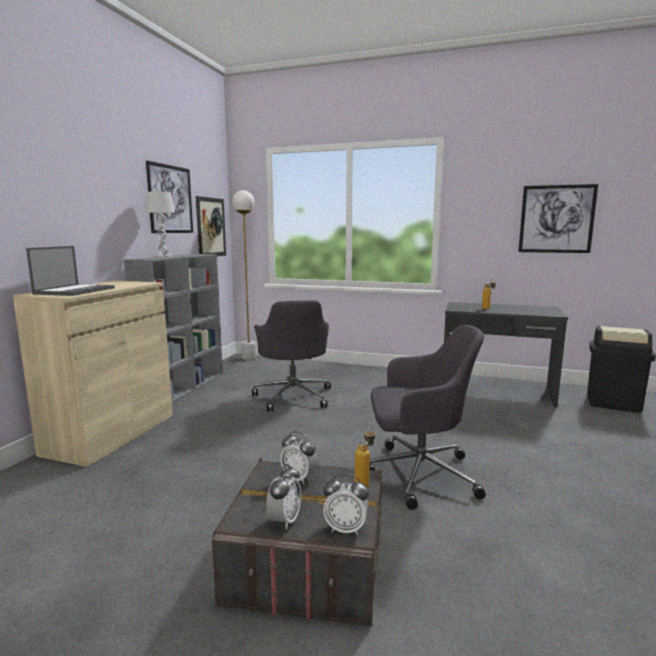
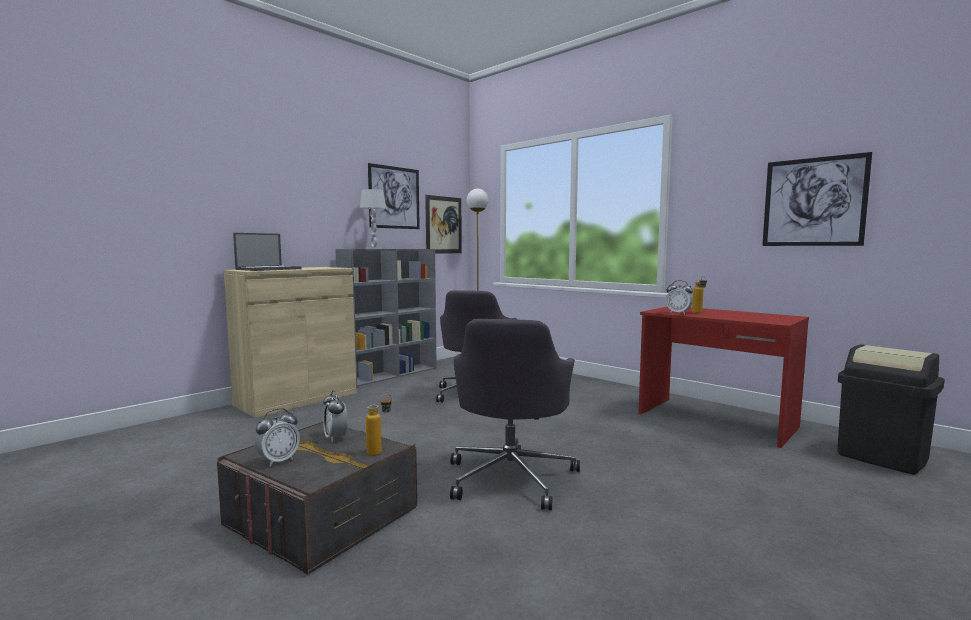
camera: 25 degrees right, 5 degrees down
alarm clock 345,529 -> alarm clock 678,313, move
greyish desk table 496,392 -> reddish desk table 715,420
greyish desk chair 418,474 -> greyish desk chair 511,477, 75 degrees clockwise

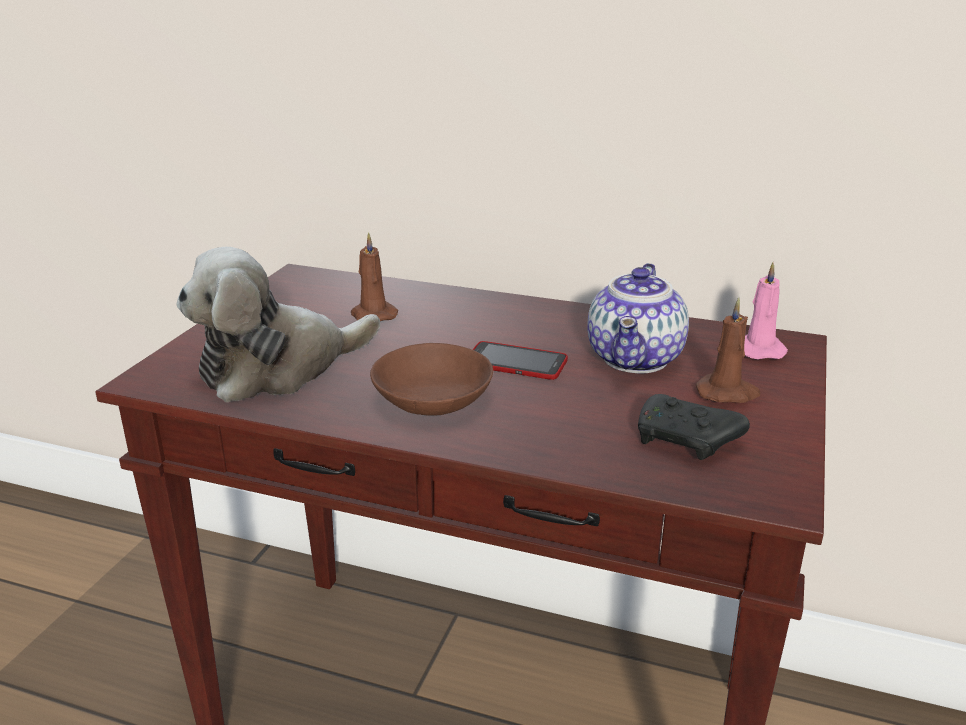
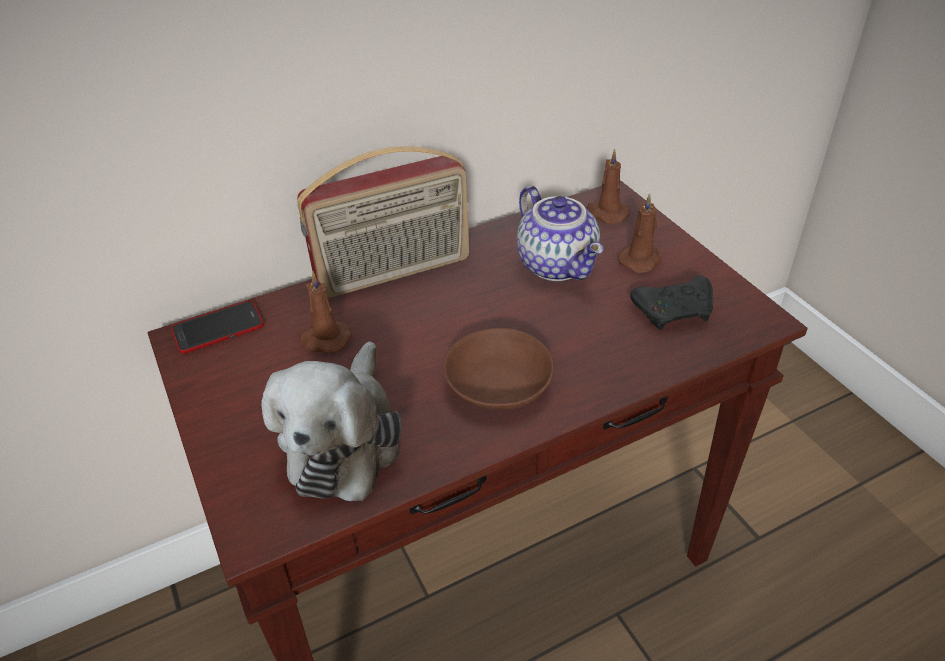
camera: 45 degrees left, 15 degrees up
none -> radio set 394,272
handset 516,362 -> handset 218,328, move
pink wax light 758,349 -> brown wax light 606,213

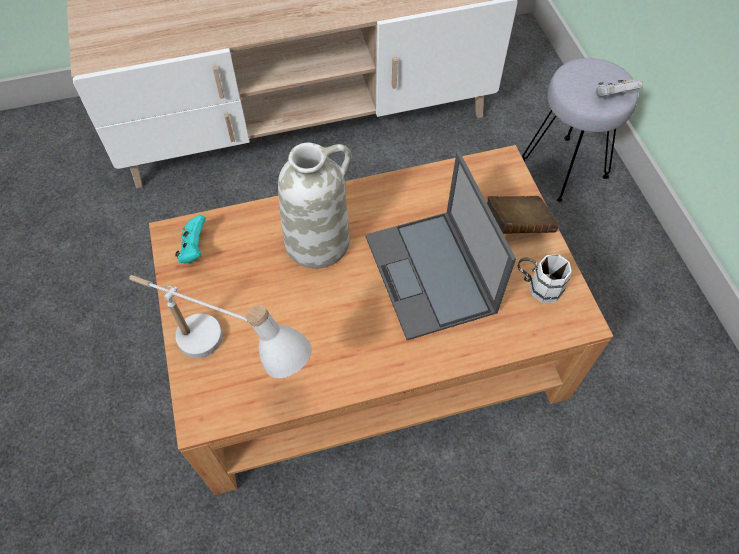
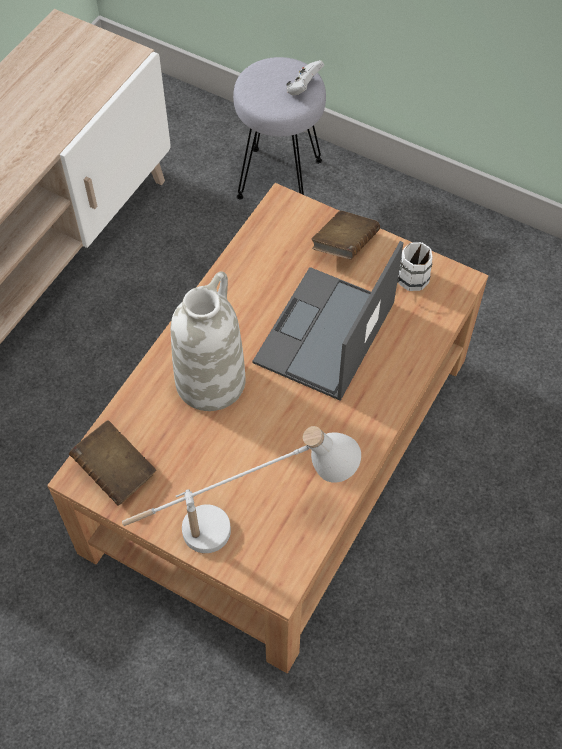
camera: 45 degrees left, 0 degrees up
turquoise-coloured joypad 194,249 -> brown book 115,471
notebook computer 431,275 -> notebook computer 324,335, 90 degrees clockwise

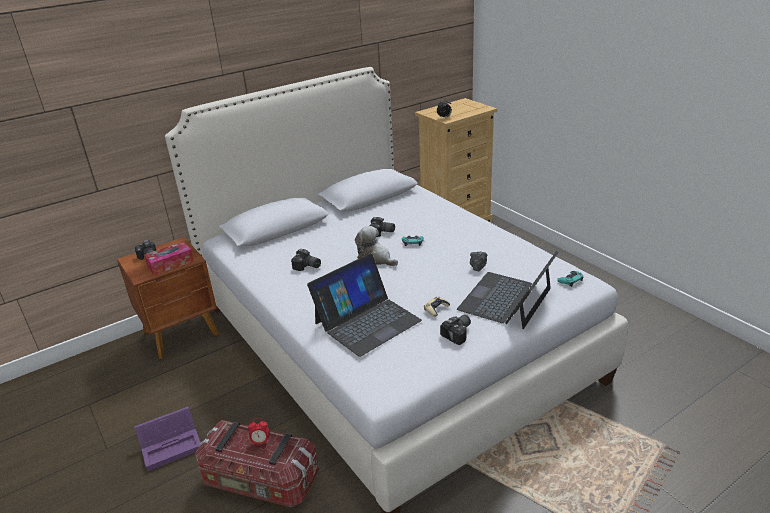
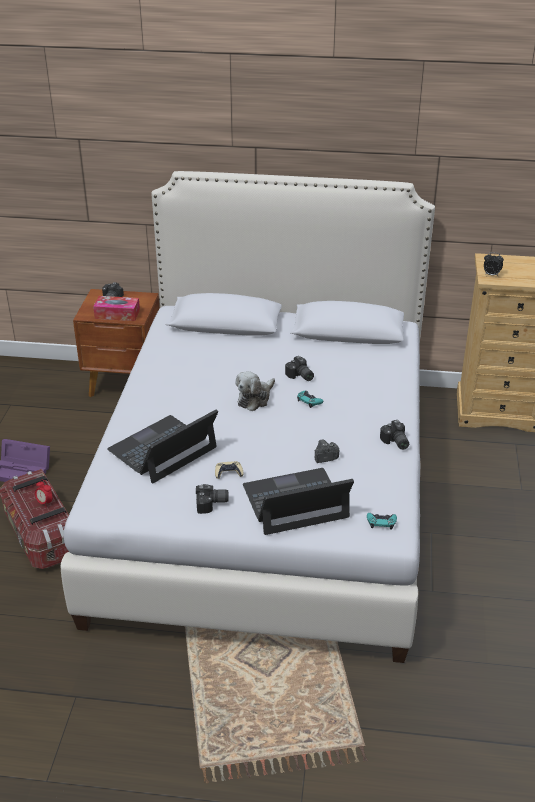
camera: 40 degrees right, 5 degrees up
still camera 307,267 -> still camera 395,442, move
notebook computer 367,321 -> notebook computer 163,449, 135 degrees clockwise
cuddly toy 376,258 -> cuddly toy 255,398, 135 degrees counterclockwise

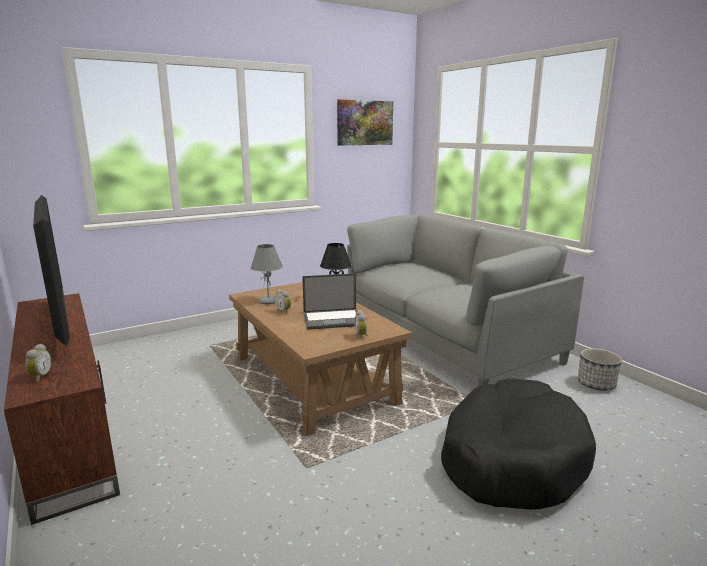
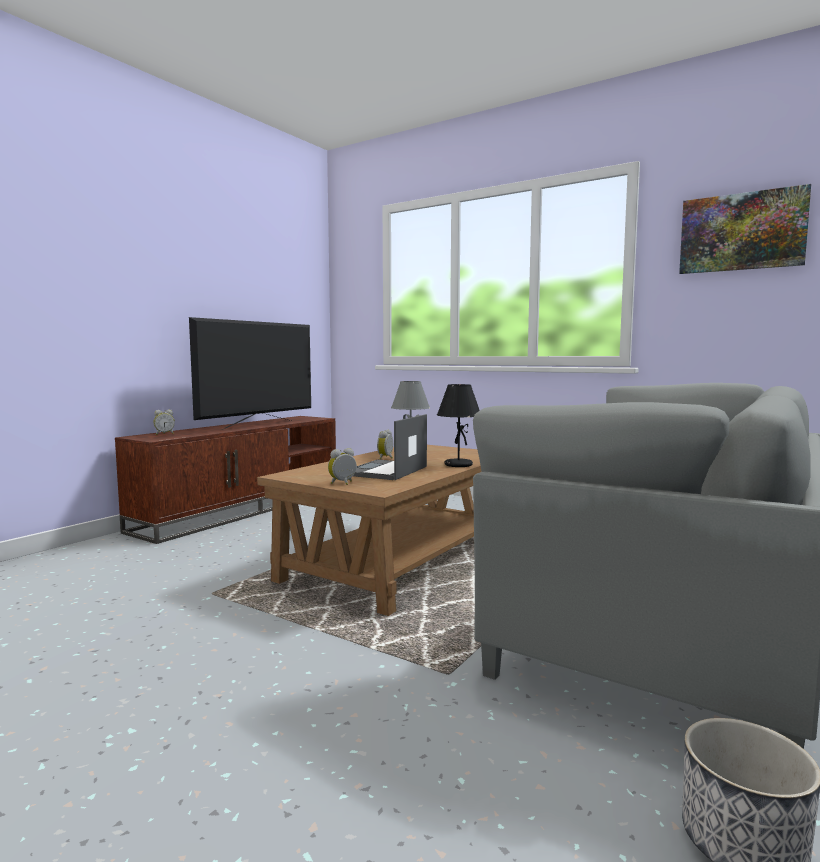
camera: 65 degrees right, 10 degrees down
blackish pet bed 511,458 -> none
notebook computer 333,319 -> notebook computer 385,471, 60 degrees clockwise

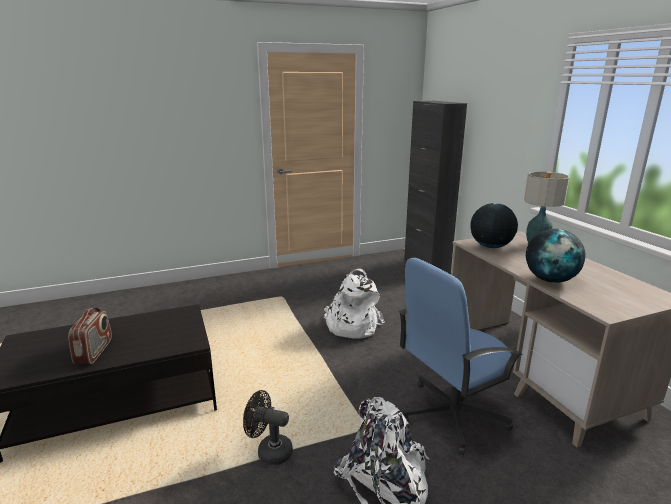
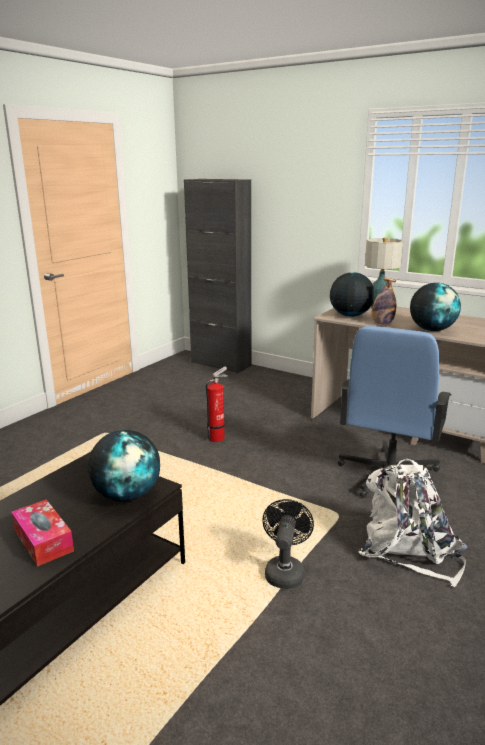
camera: 35 degrees left, 0 degrees up
none -> desk globe 127,495
none -> drink bottle 382,324
radio set 94,352 -> tissue holder 43,540
whitish knapsack 351,326 -> extinguisher 218,437
blackish cooling fan 269,451 -> blackish cooling fan 285,571, 120 degrees clockwise

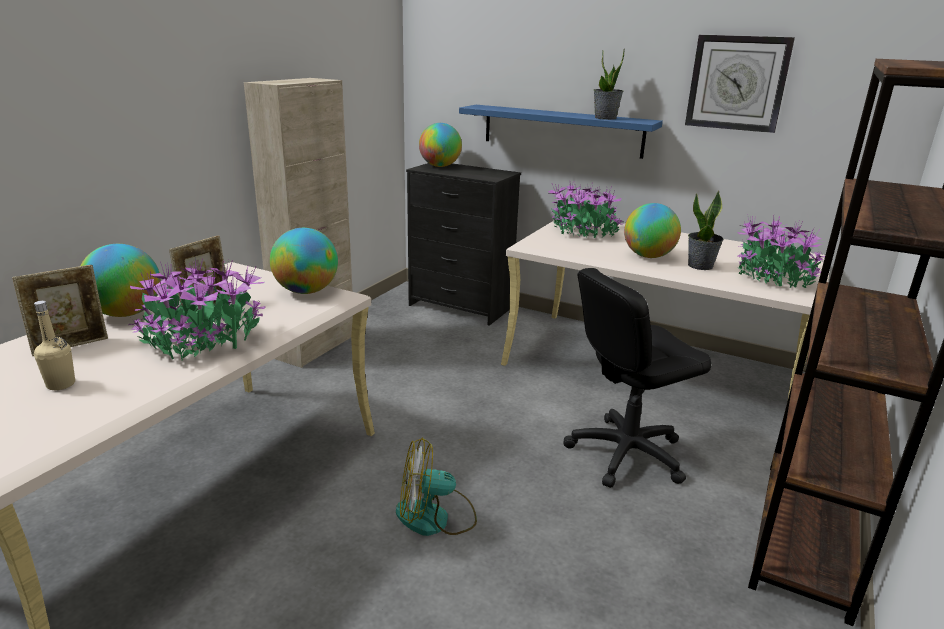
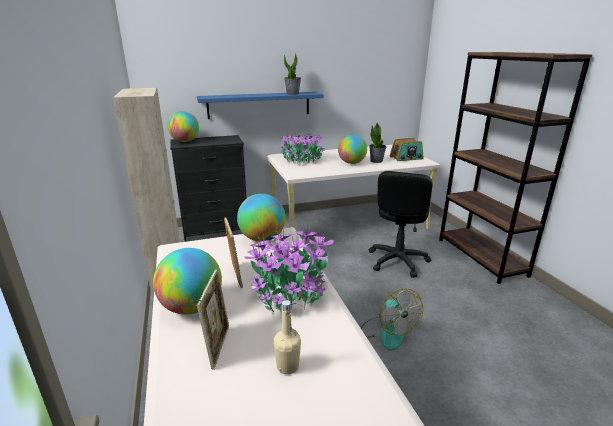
camera: 45 degrees left, 0 degrees up
clock on the wall 737,83 -> none
houseplant 772,278 -> radio set 406,158
cooling fan 435,517 -> cooling fan 387,332, 60 degrees counterclockwise

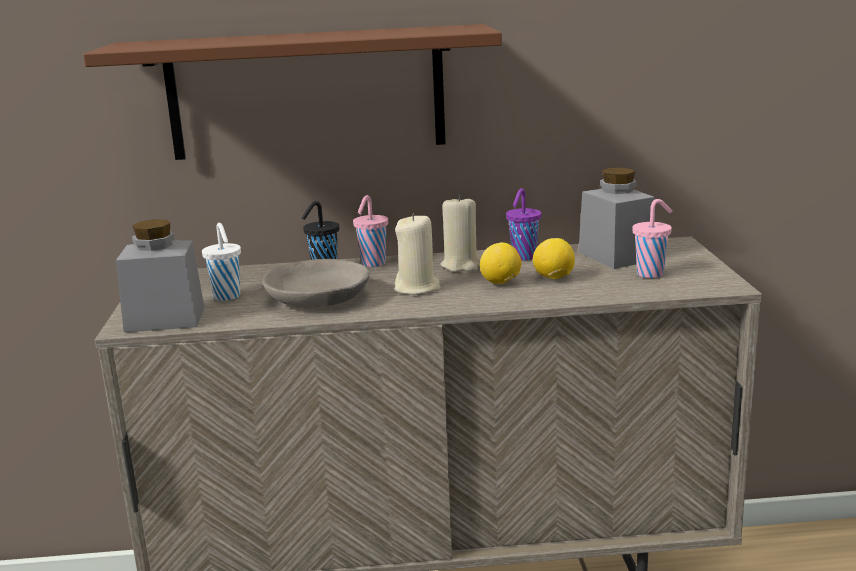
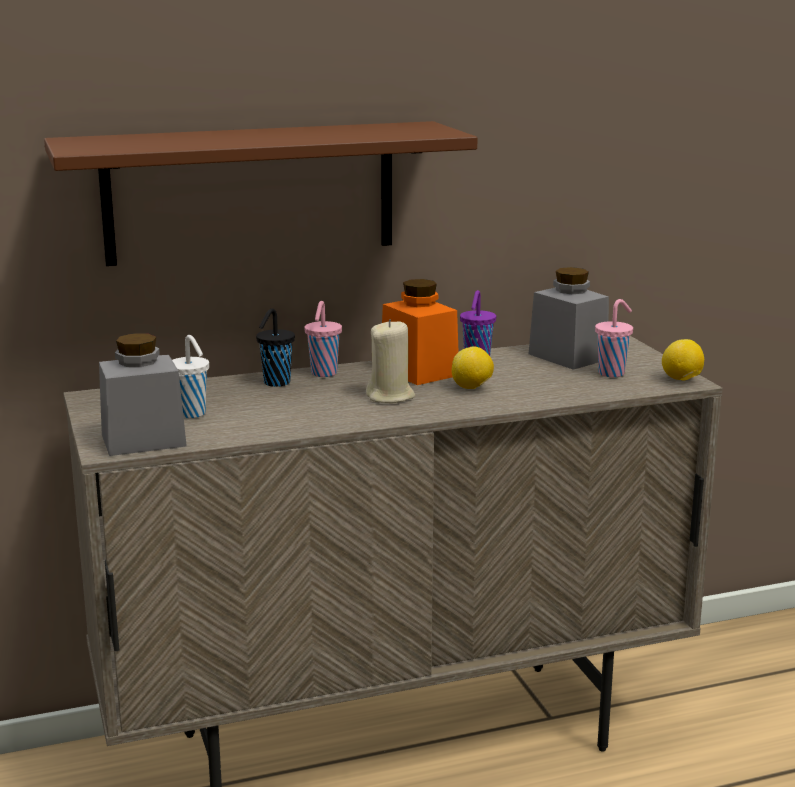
camera: 15 degrees left, 0 degrees up
greyish serving bowl 319,299 -> none
citrus fruit 554,278 -> citrus fruit 682,380, move
beige wax light 461,265 -> orange-coloured storage jar 419,371

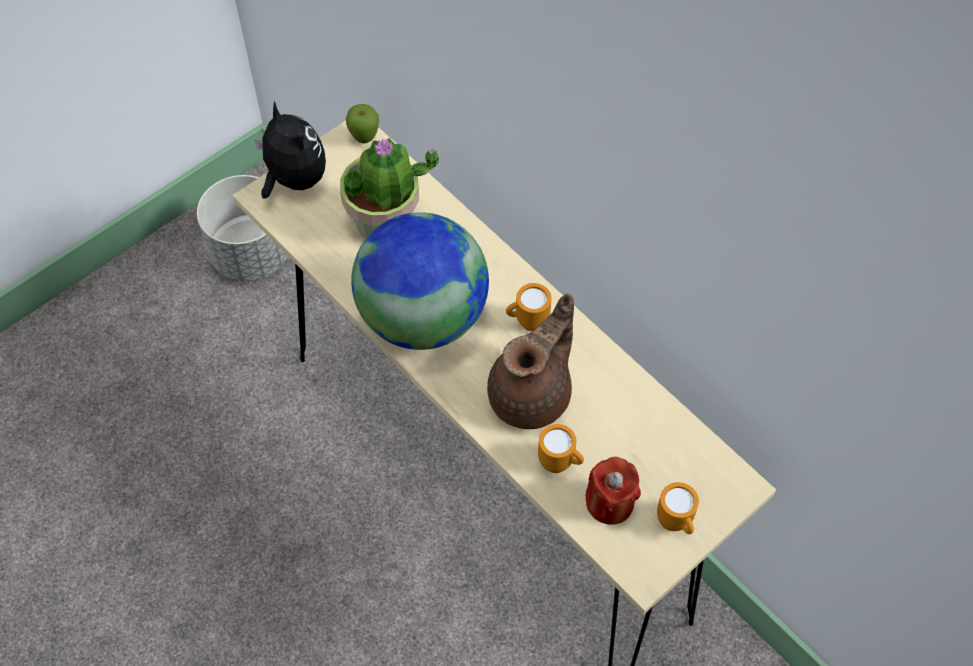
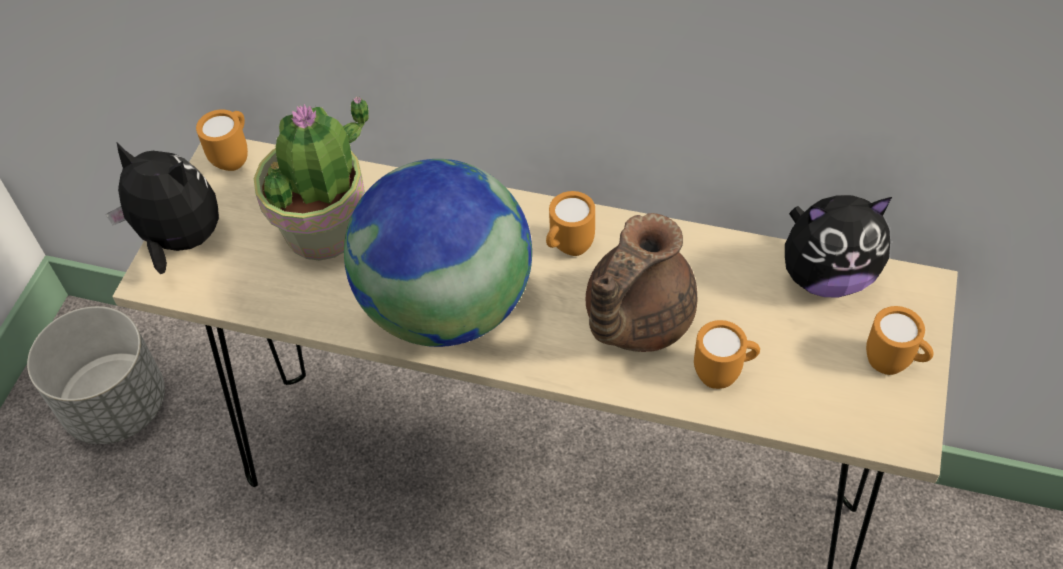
camera: 30 degrees left, 5 degrees down
reddish wax light 610,502 -> none
none -> cuddly toy 826,276
apple fruit 364,139 -> orange-coloured tea mug 234,157
brown teapot 533,394 -> brown teapot 635,319, 150 degrees counterclockwise

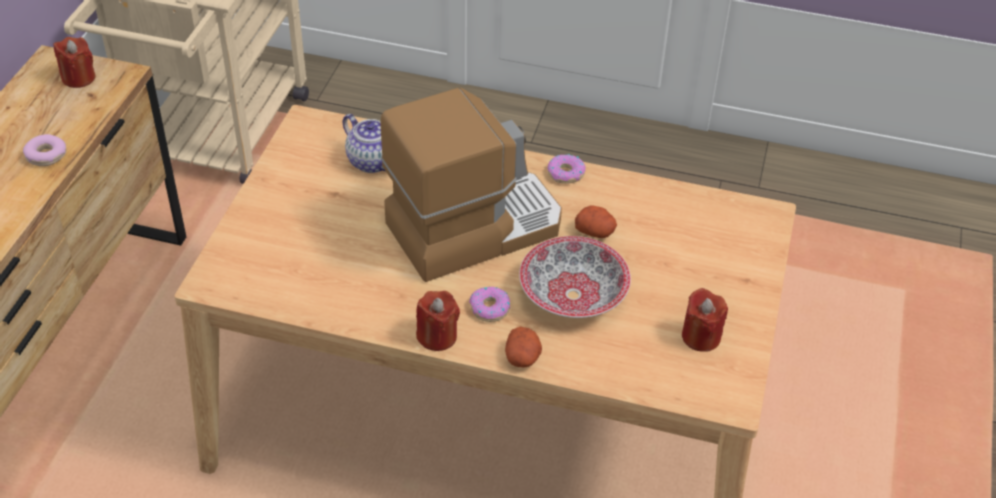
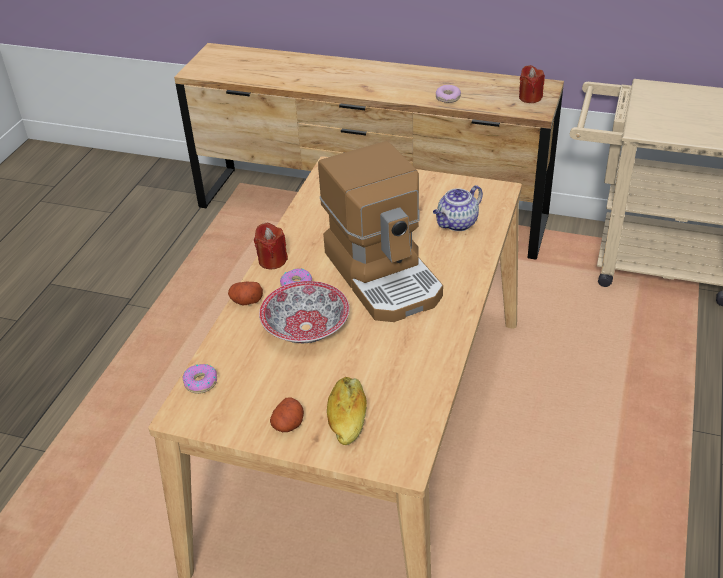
camera: 95 degrees right, 5 degrees down
reddish wax light 701,337 -> none
none -> baked bread 347,417
ring doughnut 566,173 -> ring doughnut 200,382, move
spud 595,231 -> spud 288,424, move

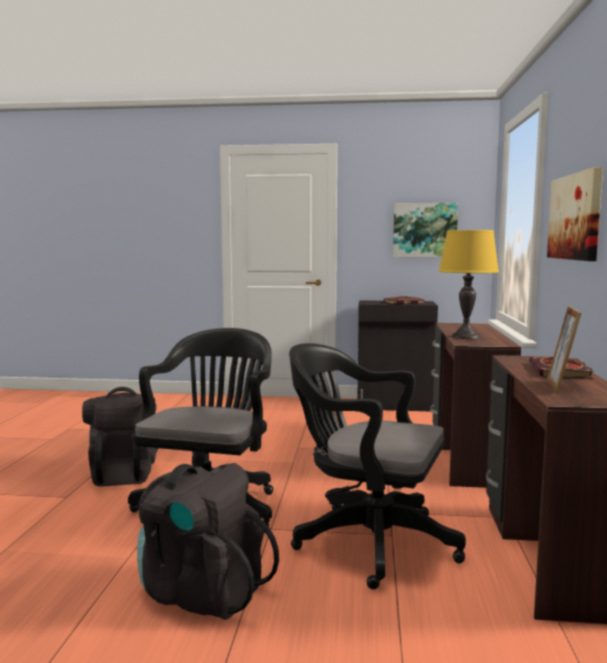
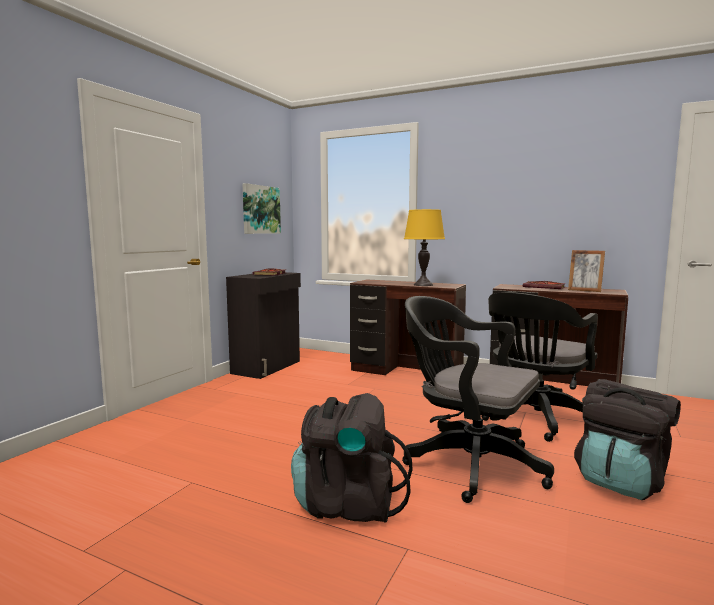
camera: 70 degrees left, 0 degrees up
picture 576,217 -> none

